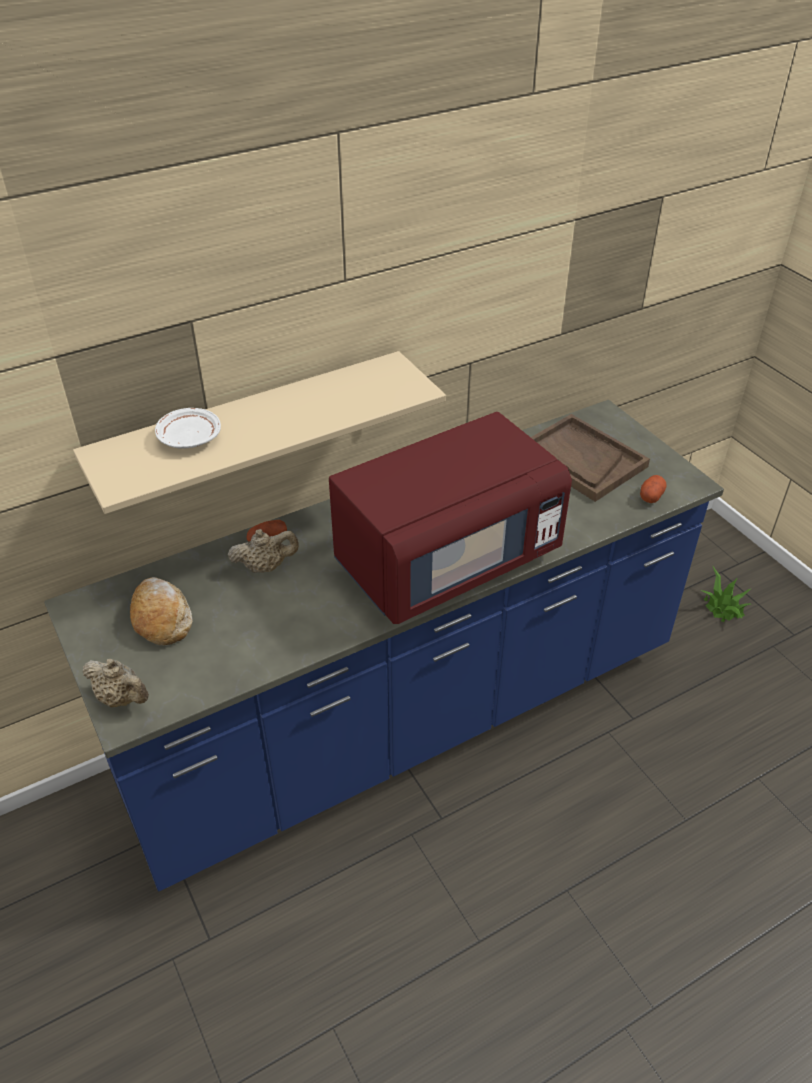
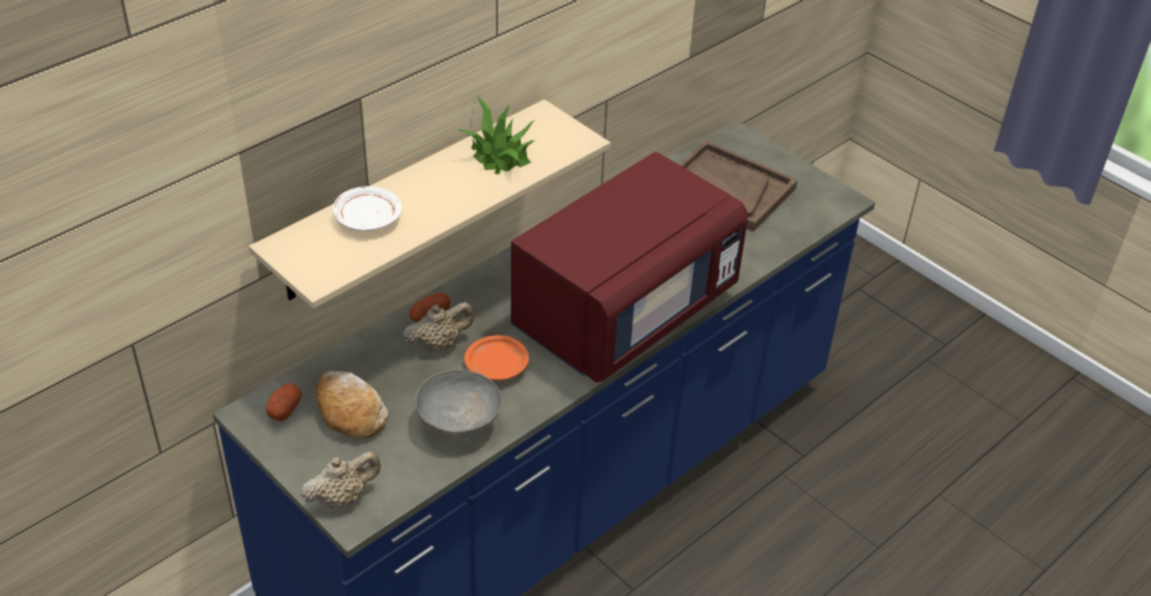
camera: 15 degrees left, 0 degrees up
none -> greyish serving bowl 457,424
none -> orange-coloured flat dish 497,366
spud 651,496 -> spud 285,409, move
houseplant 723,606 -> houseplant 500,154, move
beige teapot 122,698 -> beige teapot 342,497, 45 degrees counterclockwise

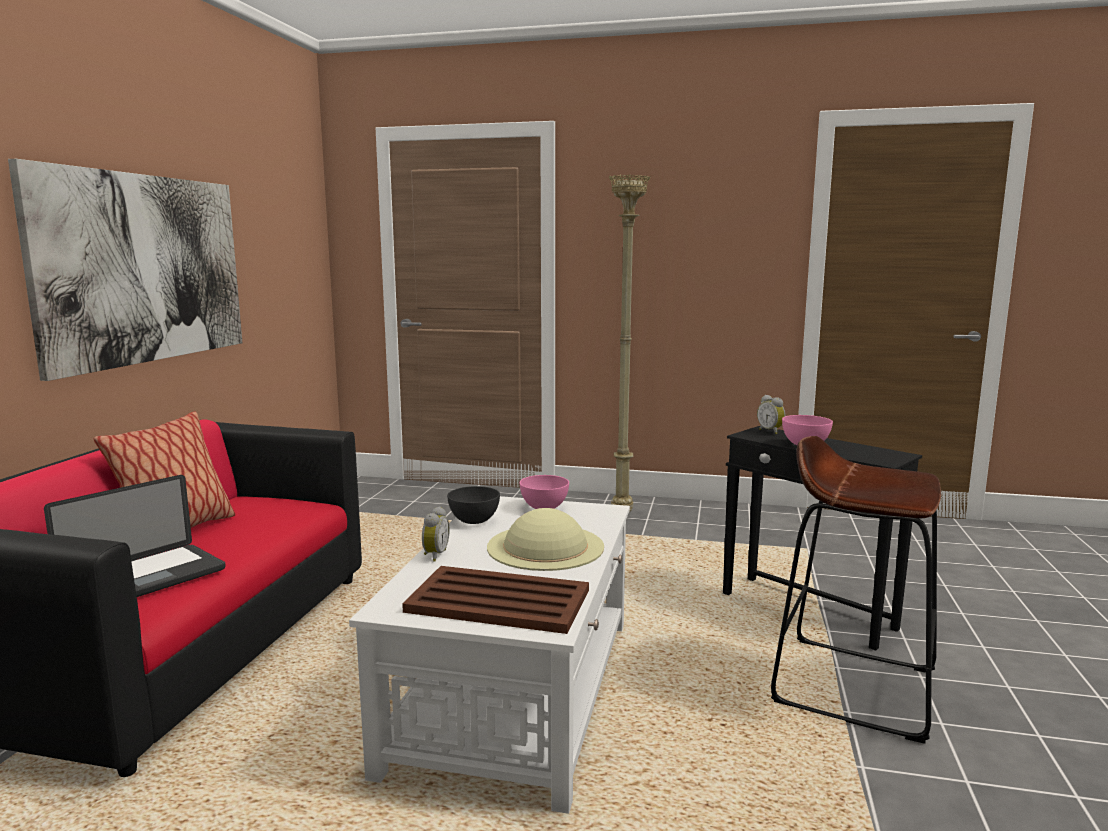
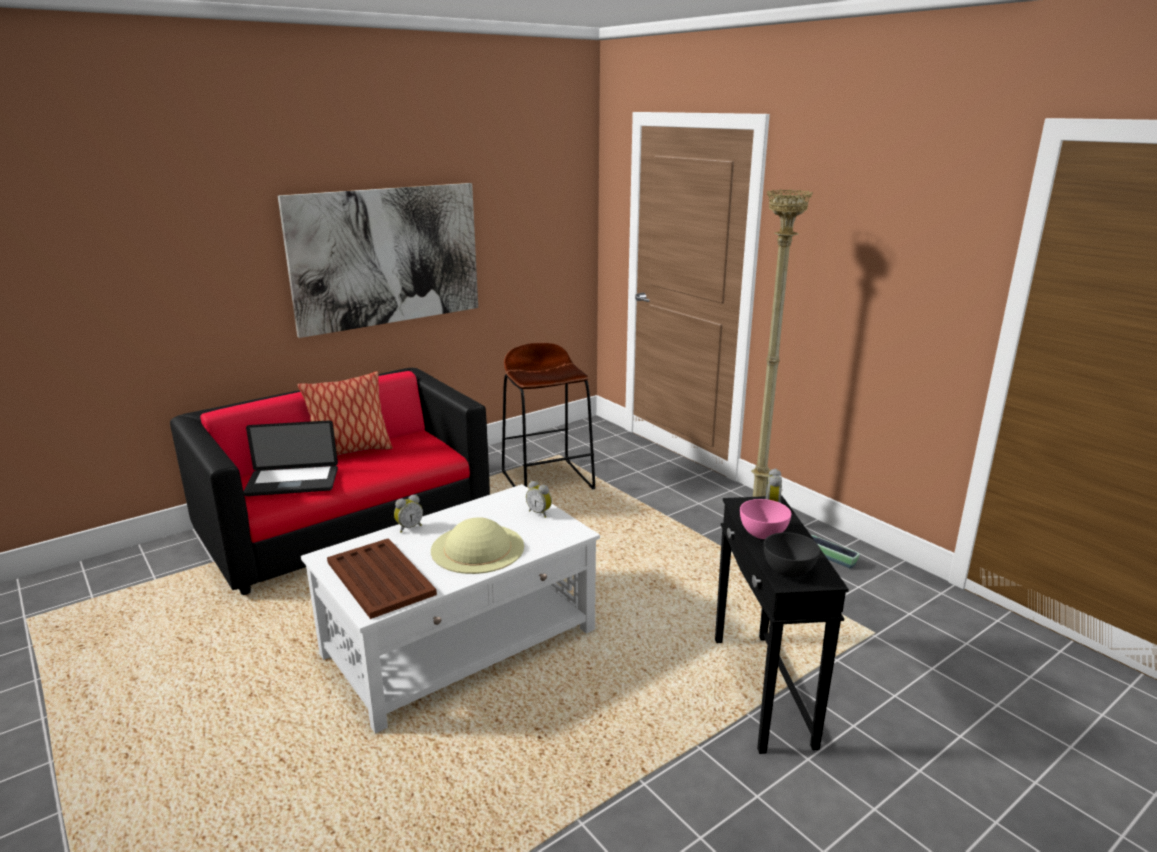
camera: 40 degrees right, 10 degrees up
none -> planter 830,558
greyish serving bowl 474,521 -> greyish serving bowl 788,571, move
brown sitting stool 854,686 -> brown sitting stool 547,481, move
pink serving bowl 544,507 -> alarm clock 540,513

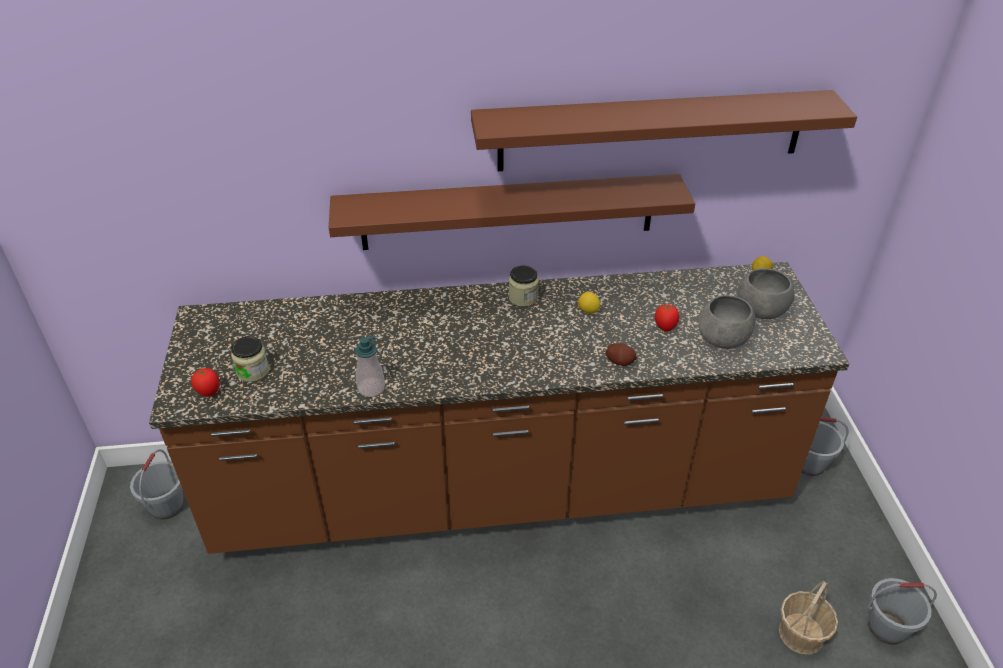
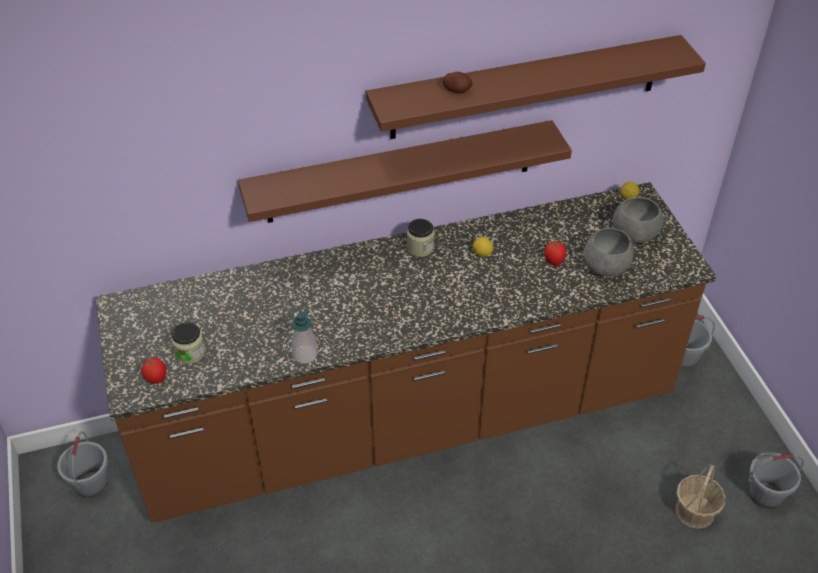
camera: 10 degrees left, 5 degrees up
spud 620,361 -> spud 457,90, move

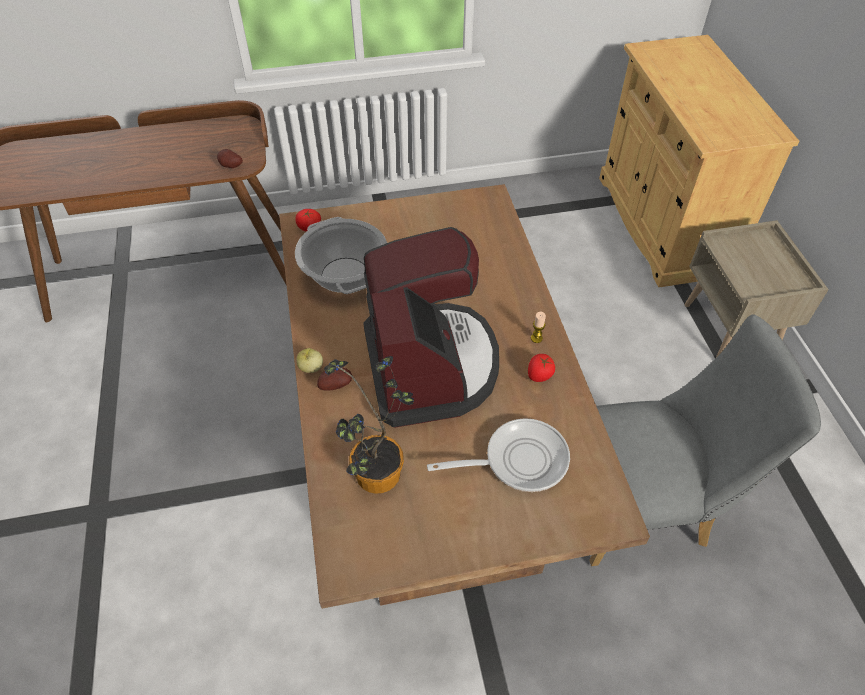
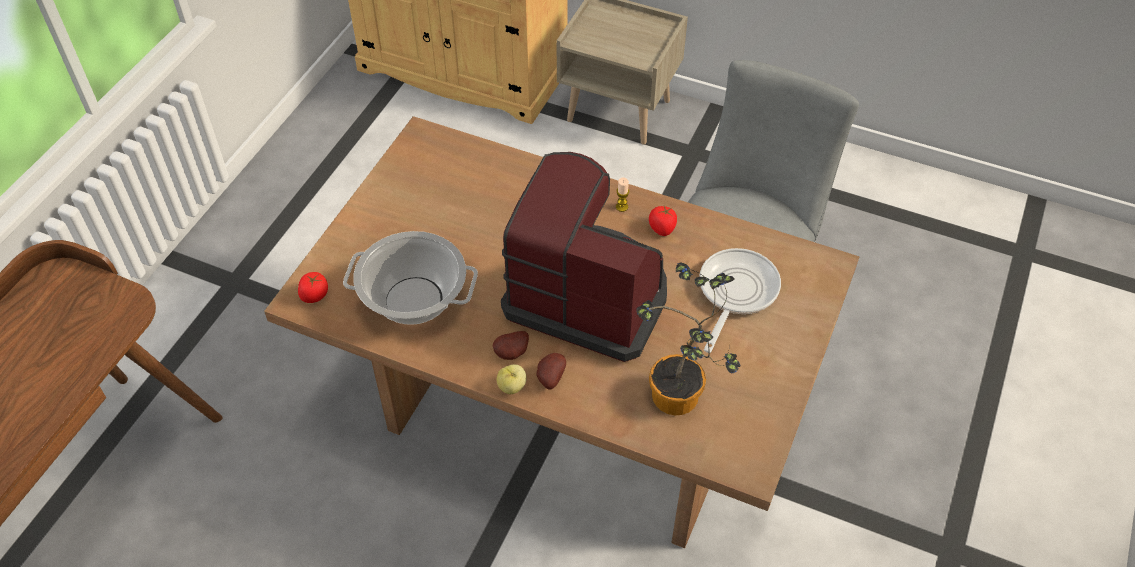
camera: 55 degrees left, 0 degrees up
spud 230,166 -> spud 513,354, move

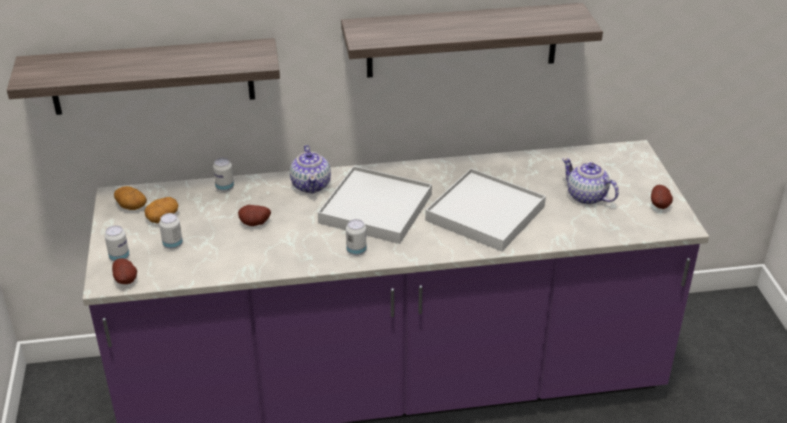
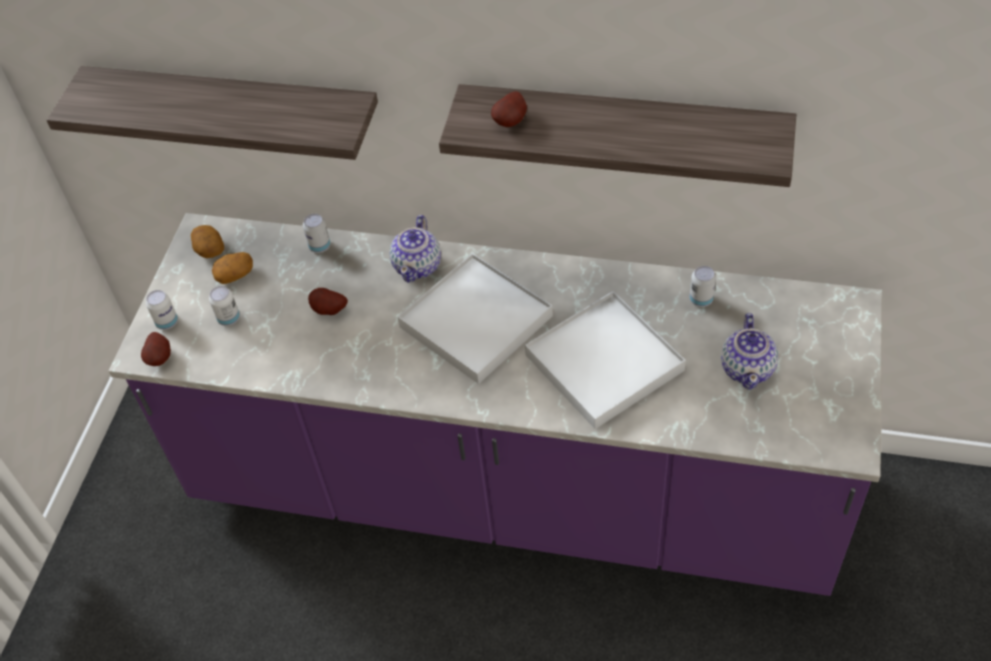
camera: 25 degrees right, 15 degrees up
sealed can 356,251 -> sealed can 701,300, move
spud 660,206 -> spud 512,122, move
teapot 586,197 -> teapot 748,368, 150 degrees counterclockwise

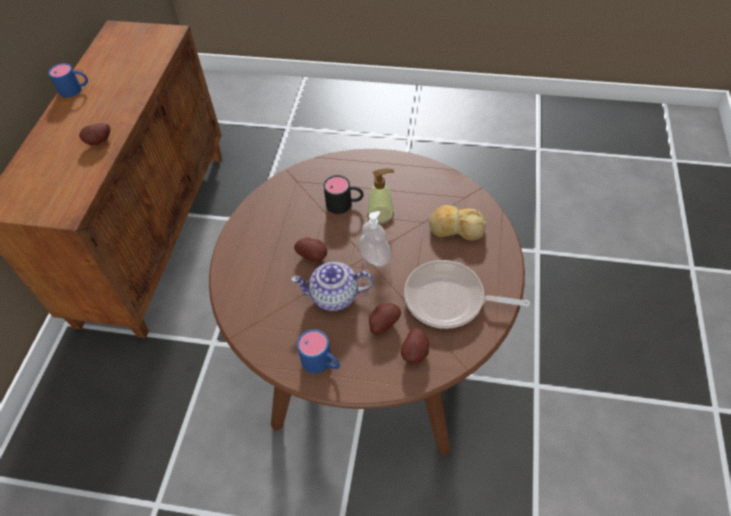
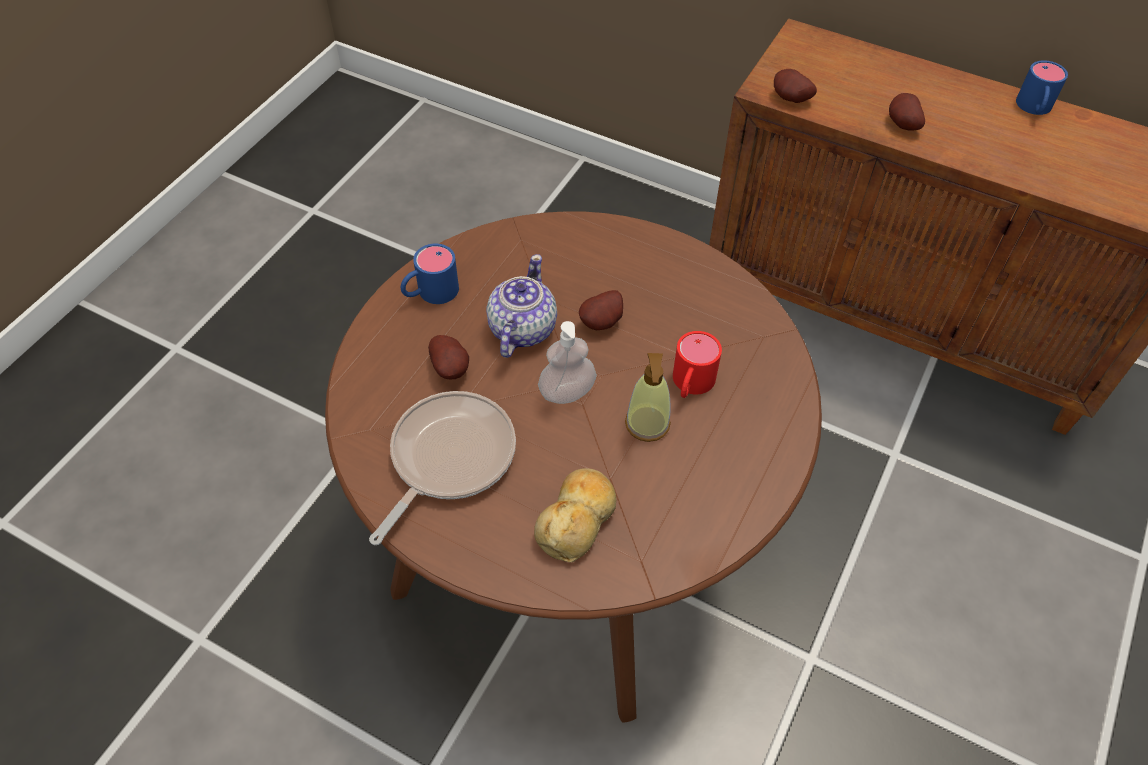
camera: 105 degrees right, 0 degrees up
spud 416,353 -> spud 790,99, move
blackish tea mug 345,204 -> reddish tea mug 690,384

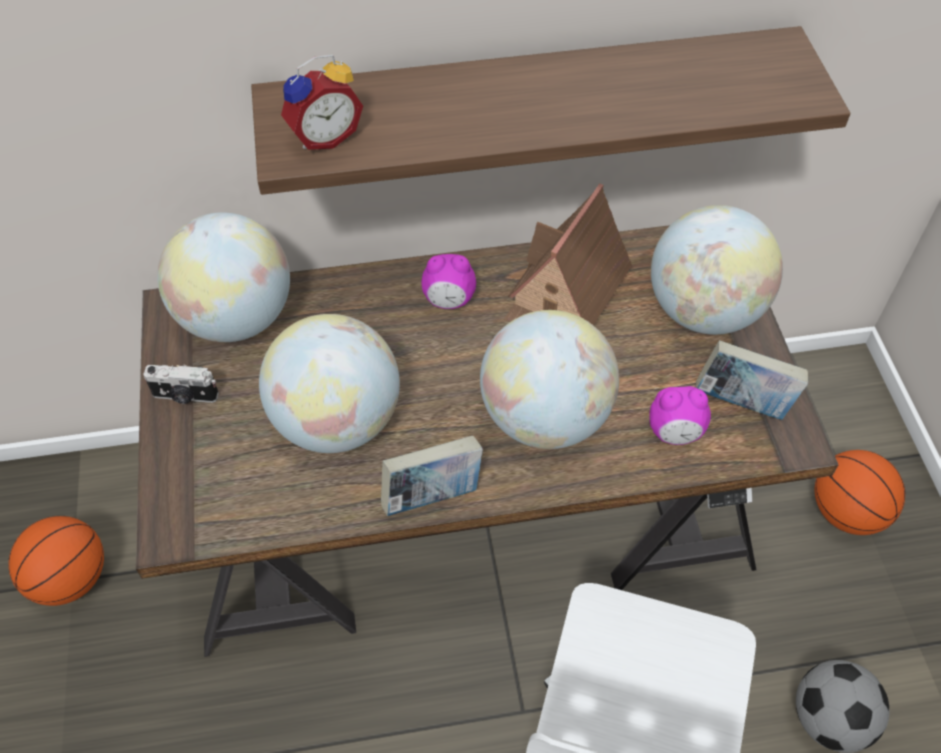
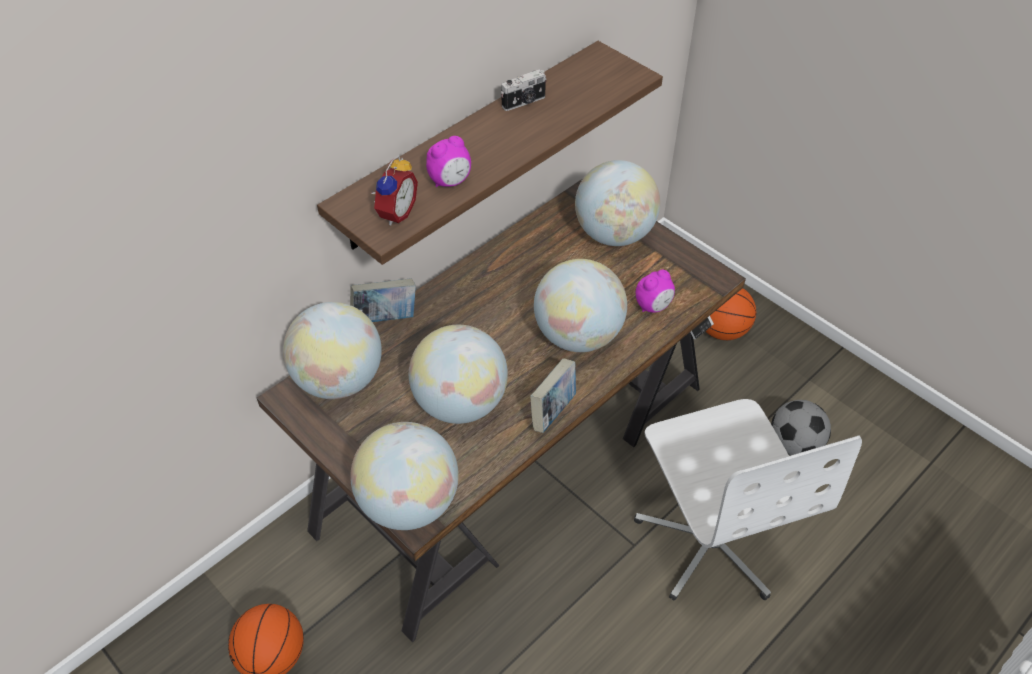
camera: 35 degrees left, 5 degrees down
miniature house 566,293 -> none
none -> desk globe 409,503
still camera 185,396 -> still camera 524,102, move
alarm clock 449,300 -> alarm clock 450,181, move
book 742,402 -> book 385,318, move

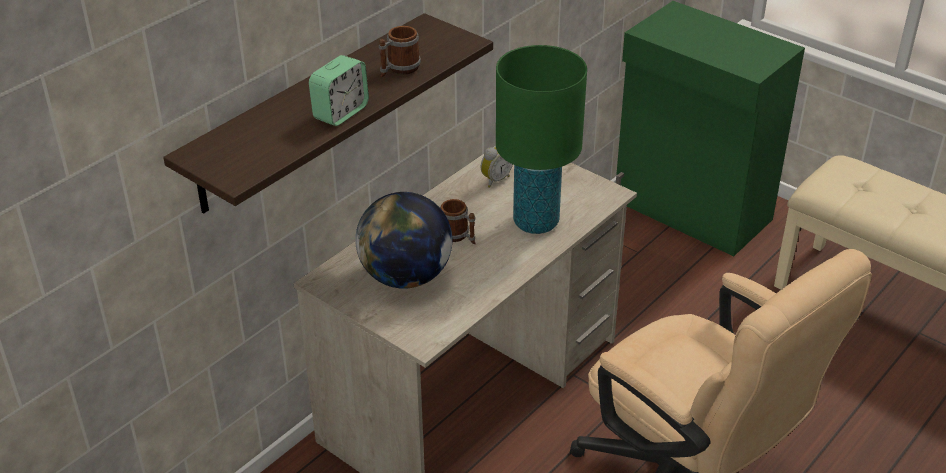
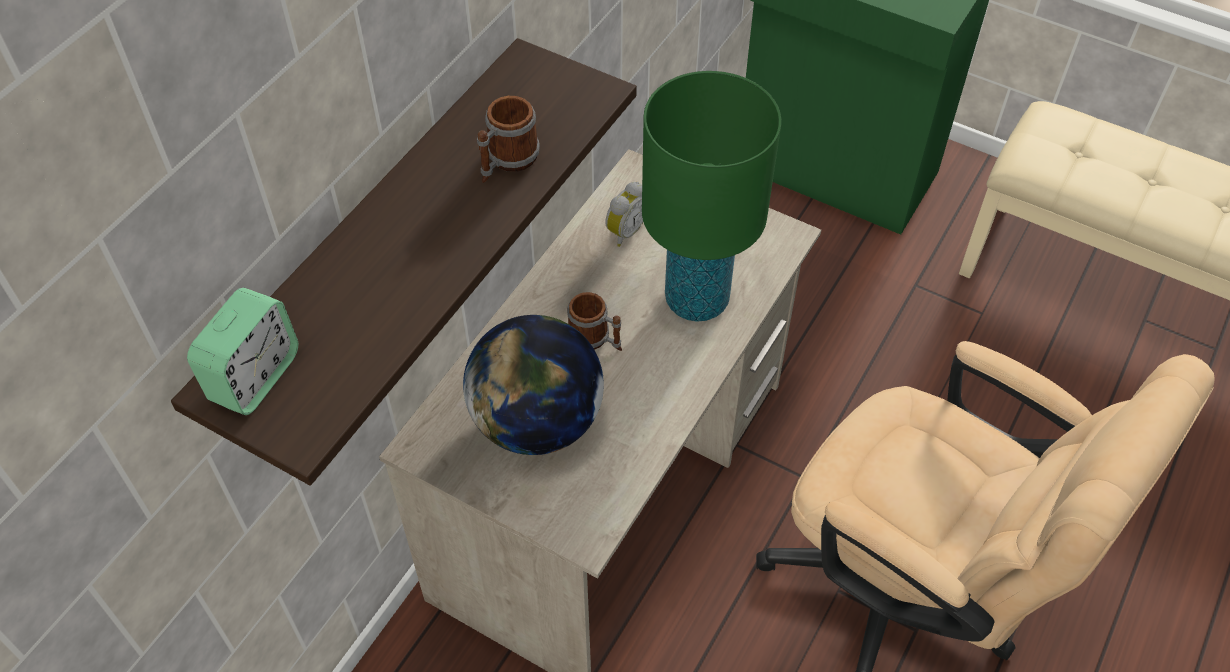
camera: 10 degrees left, 15 degrees up
alarm clock 341,113 -> alarm clock 255,377, move

